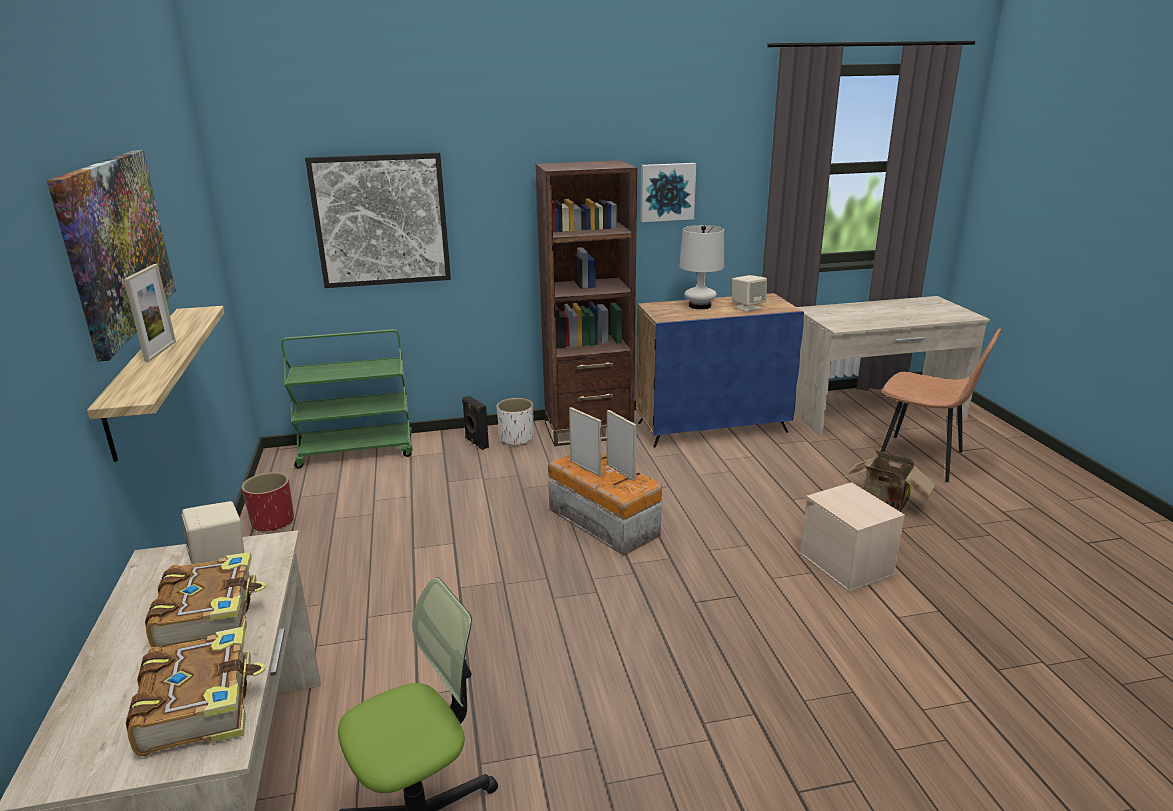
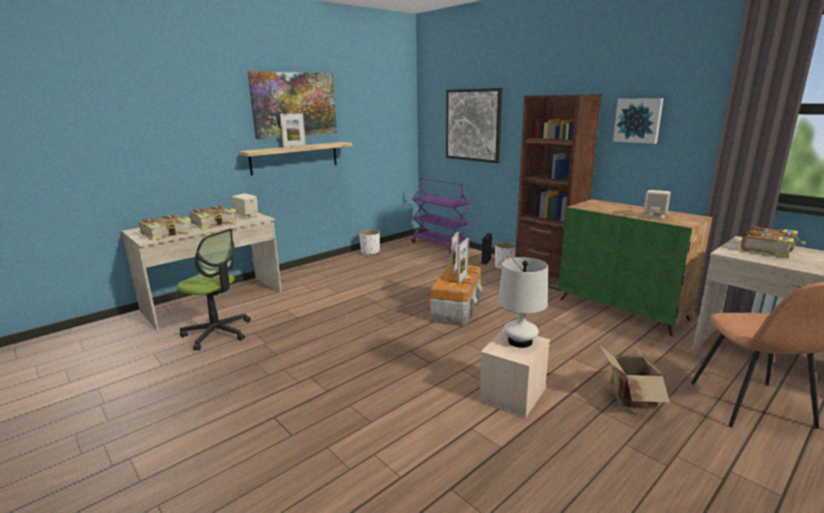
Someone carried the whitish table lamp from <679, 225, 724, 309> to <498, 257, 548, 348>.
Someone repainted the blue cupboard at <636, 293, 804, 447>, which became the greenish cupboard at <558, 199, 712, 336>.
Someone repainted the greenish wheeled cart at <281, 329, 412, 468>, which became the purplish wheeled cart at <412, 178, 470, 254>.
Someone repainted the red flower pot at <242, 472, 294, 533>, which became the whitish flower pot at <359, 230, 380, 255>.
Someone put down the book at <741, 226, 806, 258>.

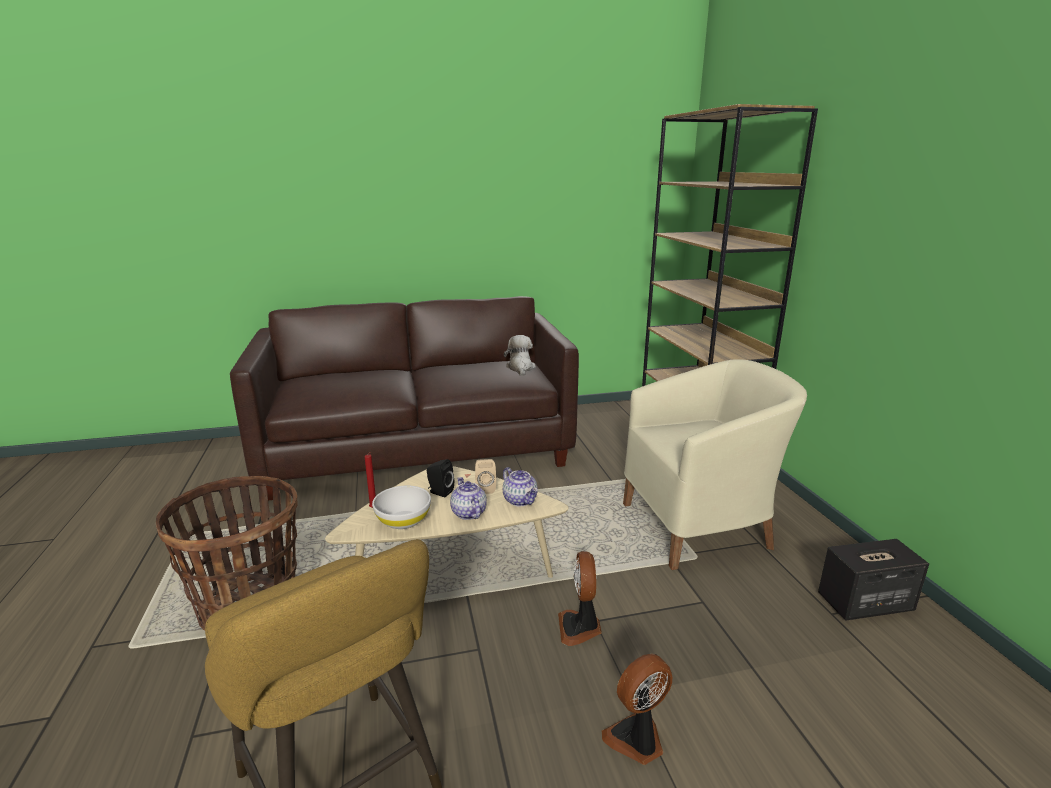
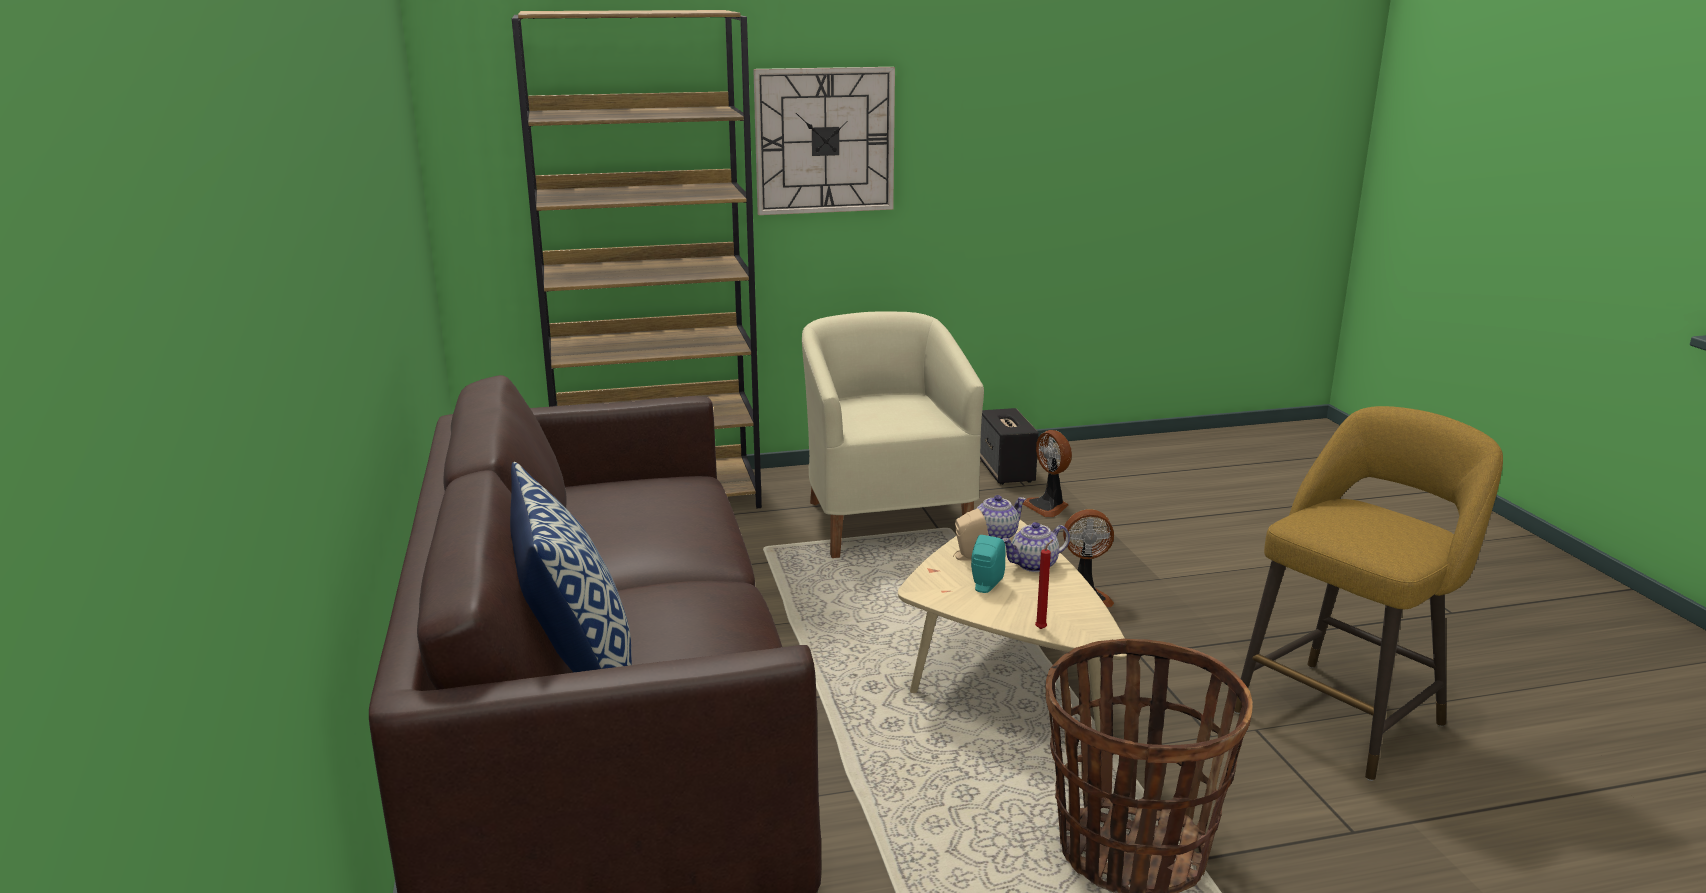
Someone took away the plush toy at <504, 335, 536, 376>.
Someone repainted the blackish loudspeaker at <427, 459, 454, 497>, which became the turquoise loudspeaker at <971, 535, 1006, 593>.
Someone took away the whitish deep dish at <372, 486, 431, 529>.
Someone carried the fan from <602, 654, 672, 765> to <1023, 430, 1072, 517>.
Someone put up the clock on the wall at <753, 67, 895, 215>.
Someone put down the cushion at <510, 462, 632, 672>.

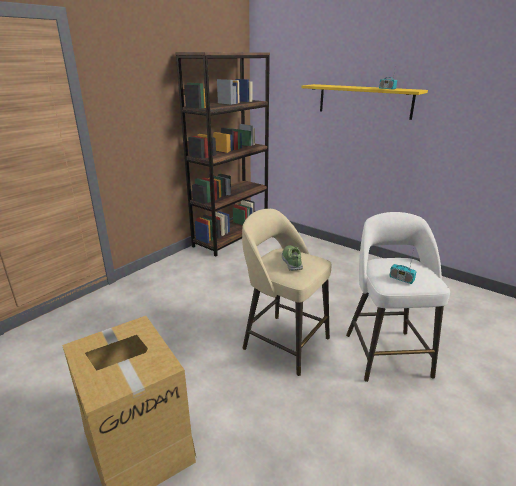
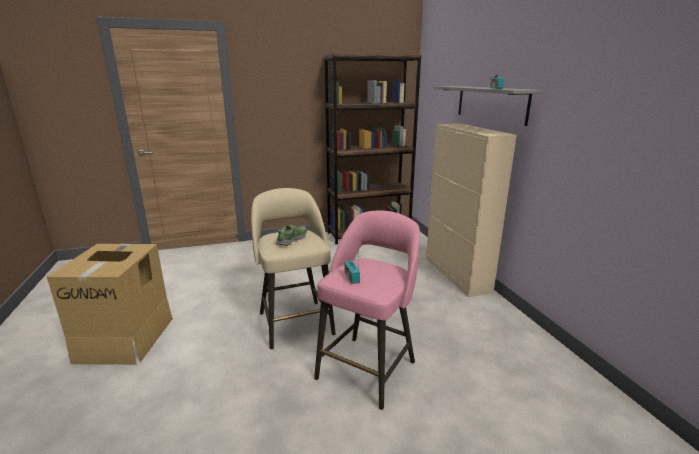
Someone repainted the yellowish wall shelf at <301, 84, 428, 120>, which became the gray wall shelf at <434, 86, 542, 126>.
Someone repainted the whitish stool seat at <346, 212, 450, 382>, which became the pink-coloured stool seat at <314, 211, 420, 410>.
Someone put down the sand-coloured cupboard at <426, 124, 517, 297>.

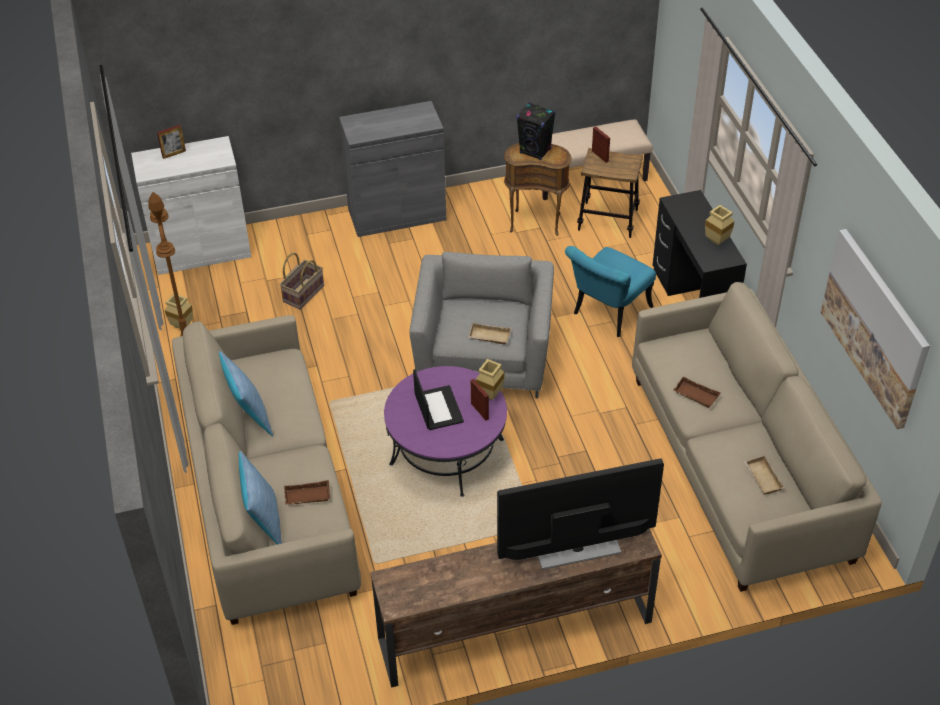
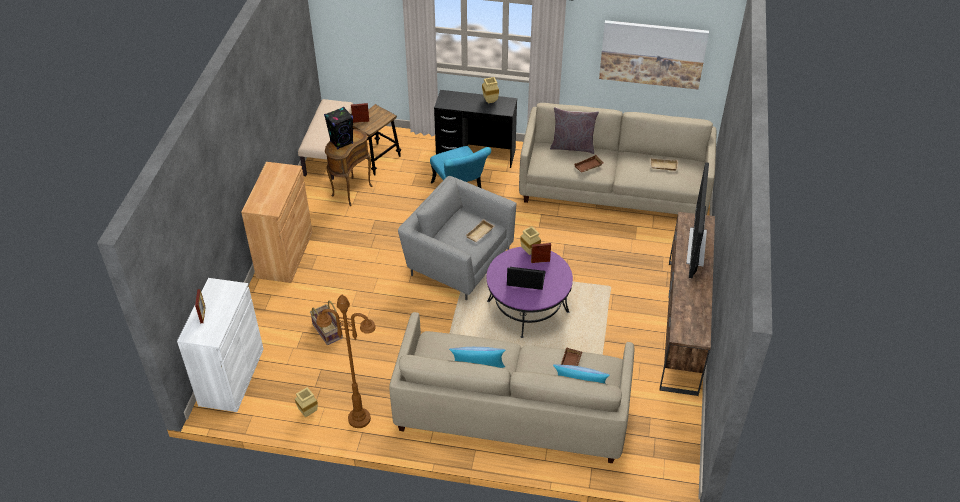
Someone repainted the gray cupboard at <339, 101, 447, 237>, which became the brown cupboard at <241, 162, 313, 283>.
Someone put down the gray cushion at <550, 107, 599, 154>.

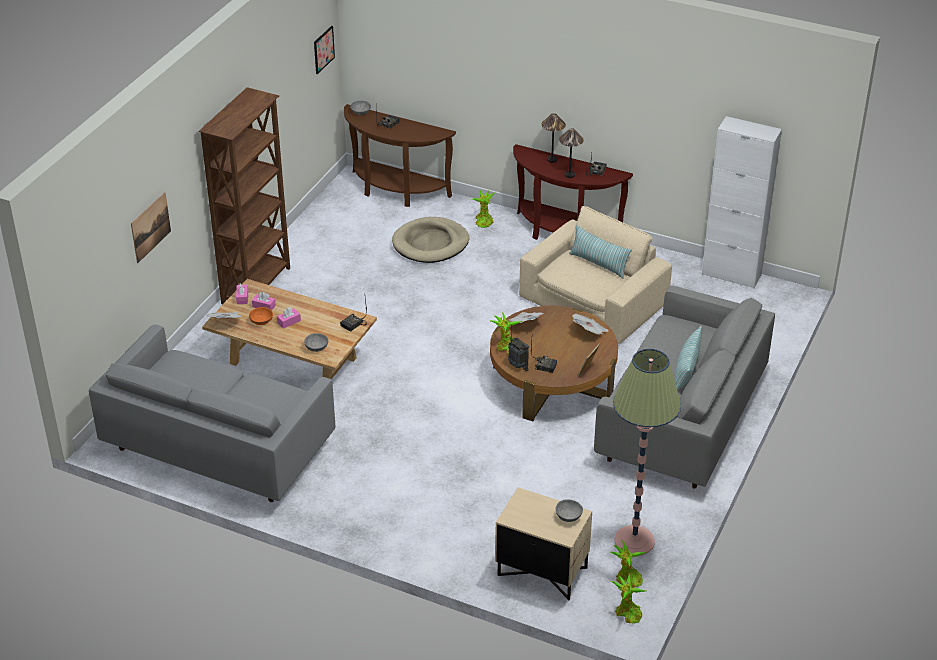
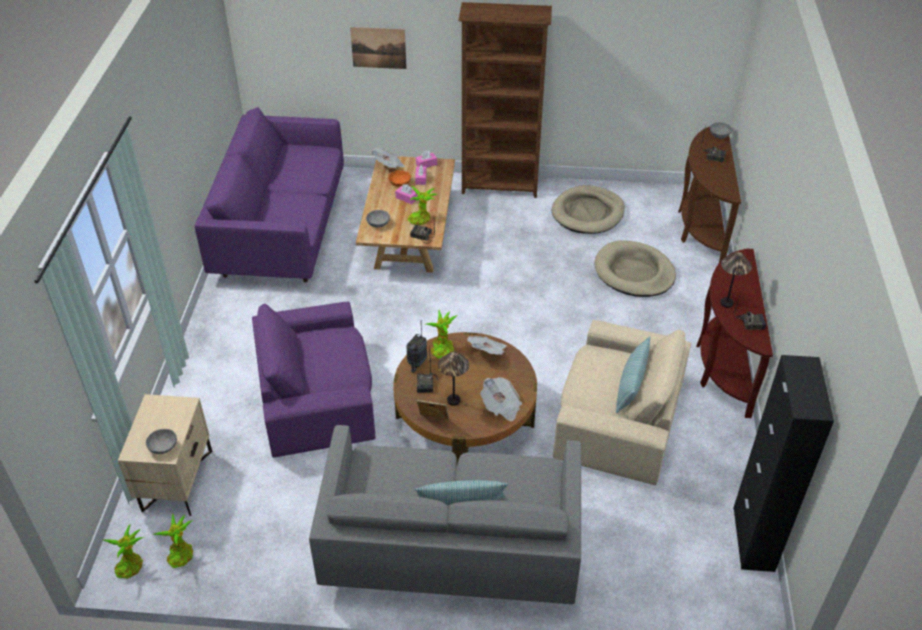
Someone took away the wall picture at <314, 26, 335, 74>.
Someone carried the table lamp from <541, 113, 566, 163> to <438, 352, 469, 406>.
Someone repainted the whitish cupboard at <702, 116, 782, 289>, which became the blackish cupboard at <733, 355, 834, 572>.
Someone carried the plant in a pot from <472, 190, 495, 228> to <408, 185, 438, 225>.
Someone repainted the gray settee at <89, 324, 335, 502>, which became the purplish settee at <194, 107, 344, 282>.
Someone took away the standing lamp at <613, 349, 681, 556>.
Someone put down the sand-coloured pet bed at <552, 185, 625, 234>.
Someone put down the purplish easy chair at <252, 301, 376, 458>.

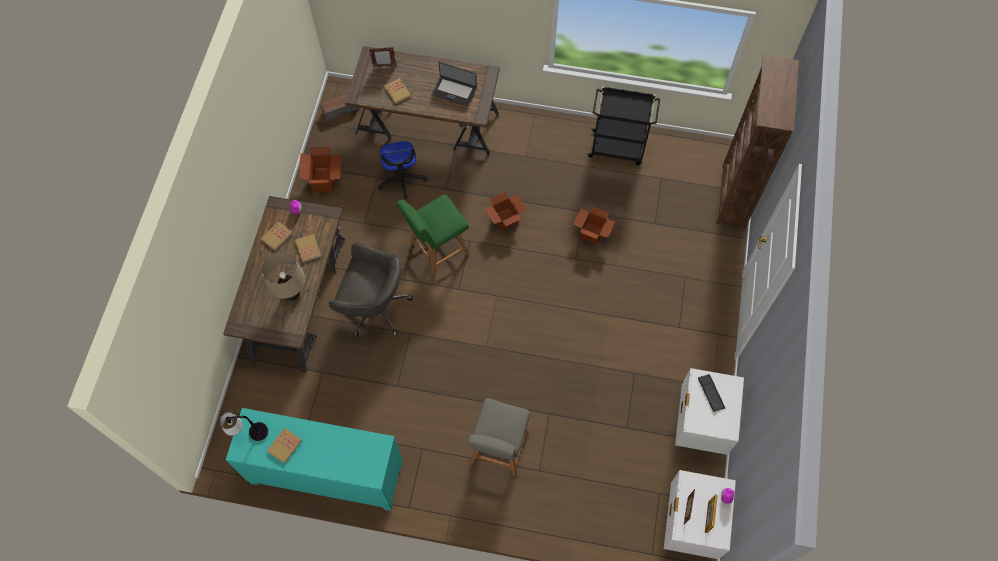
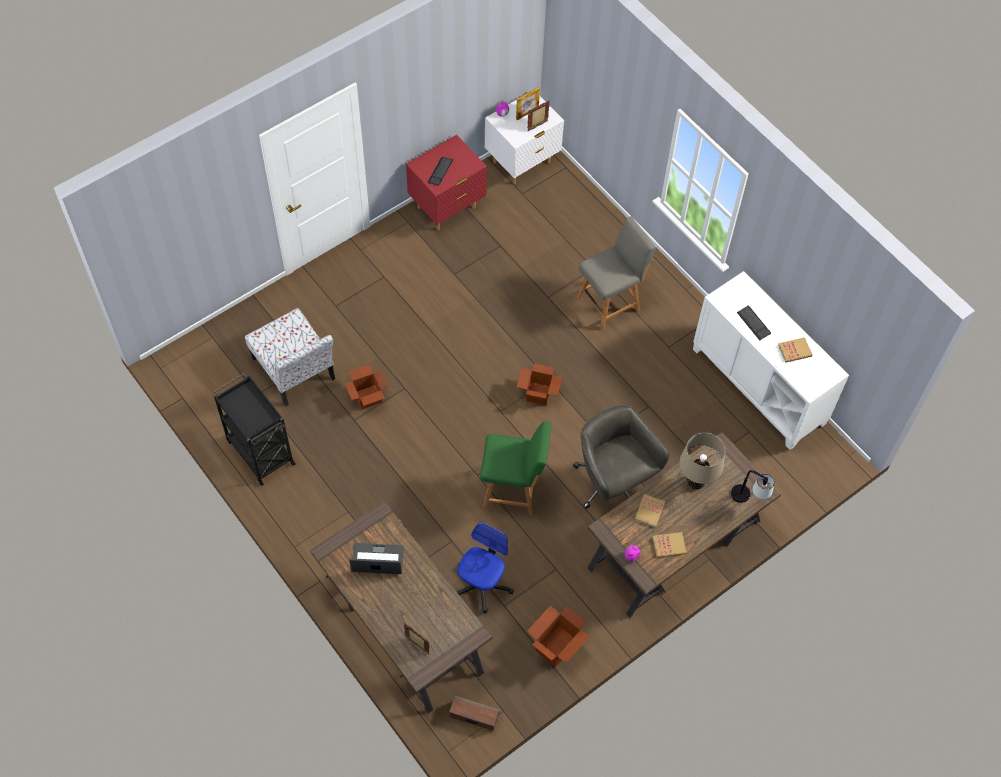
Someone took away the brown bookcase at <716, 55, 799, 229>.
Someone rotated the notebook computer at <431, 62, 477, 107> by 60 degrees counterclockwise.
Someone took away the book at <384, 78, 411, 104>.
Someone carried the cardboard box from <485, 192, 526, 231> to <517, 363, 563, 406>.
Someone repainted the whitish nightstand at <675, 368, 744, 455>, which became the red nightstand at <406, 135, 487, 230>.
Someone repainted the turquoise cupboard at <226, 408, 402, 511>, which became the whitish cupboard at <693, 271, 849, 450>.
Someone carried the table lamp from <219, 412, 268, 441> to <731, 470, 775, 503>.
Someone put down the keyboard at <737, 305, 771, 340>.
Someone put down the chair at <245, 308, 335, 406>.

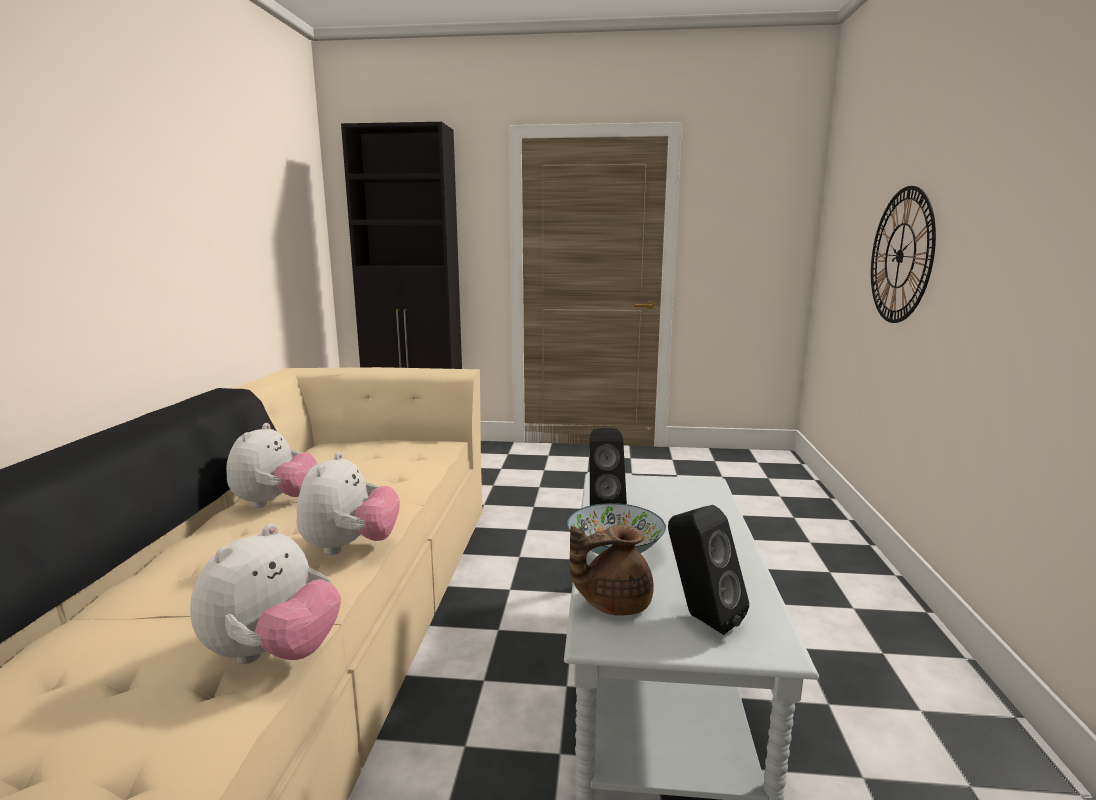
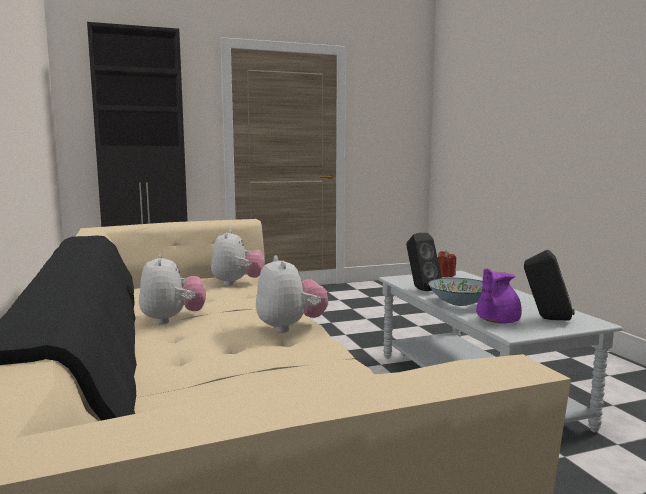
Someone took away the clock on the wall at <871, 186, 936, 323>.
Someone carried the plush toy from <190, 524, 341, 664> to <211, 230, 264, 286>.
Someone repainted the brown pot for tea at <570, 525, 654, 616>, which became the purplish pot for tea at <476, 269, 522, 324>.
Someone put down the red wax light at <438, 251, 456, 277>.

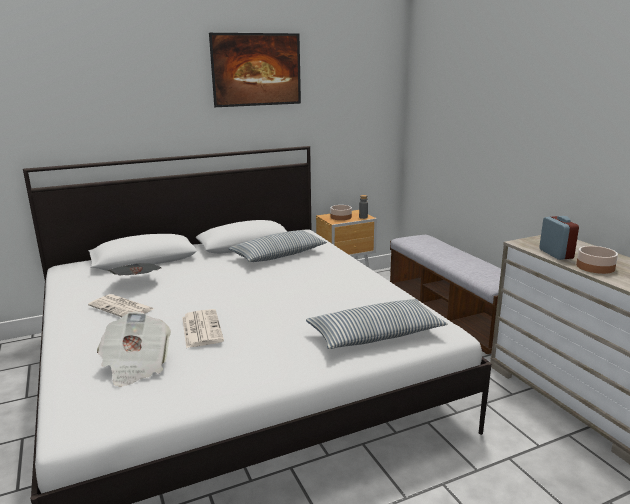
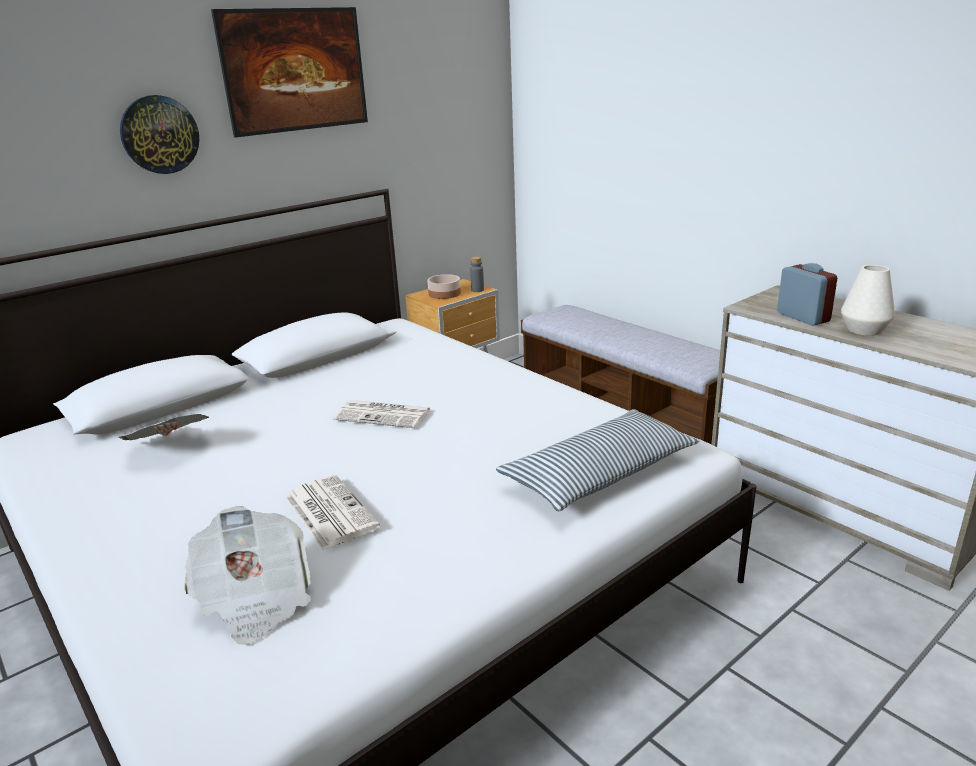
Someone took away the cushion at <228, 230, 327, 262>.
Someone swapped the deep dish at <576, 246, 618, 274> for the whitish decorative vase at <841, 265, 895, 336>.
Someone carried the daily paper from <88, 294, 154, 317> to <333, 400, 431, 428>.
Someone put up the clock on the wall at <120, 95, 199, 174>.

